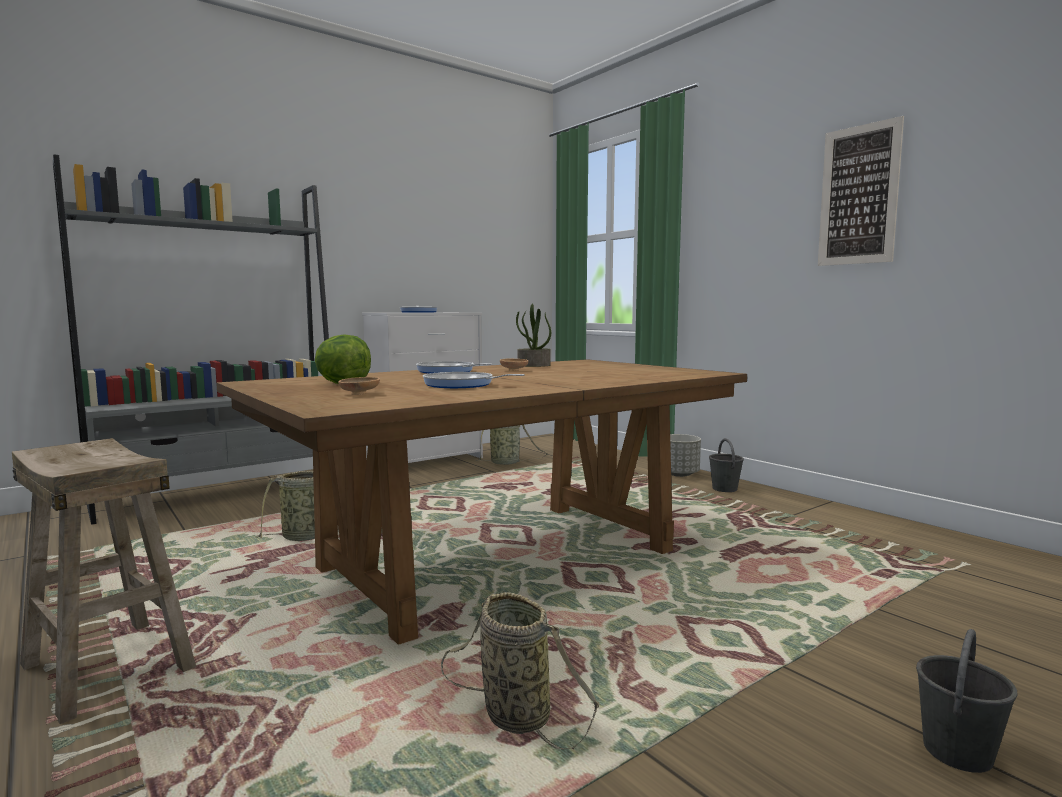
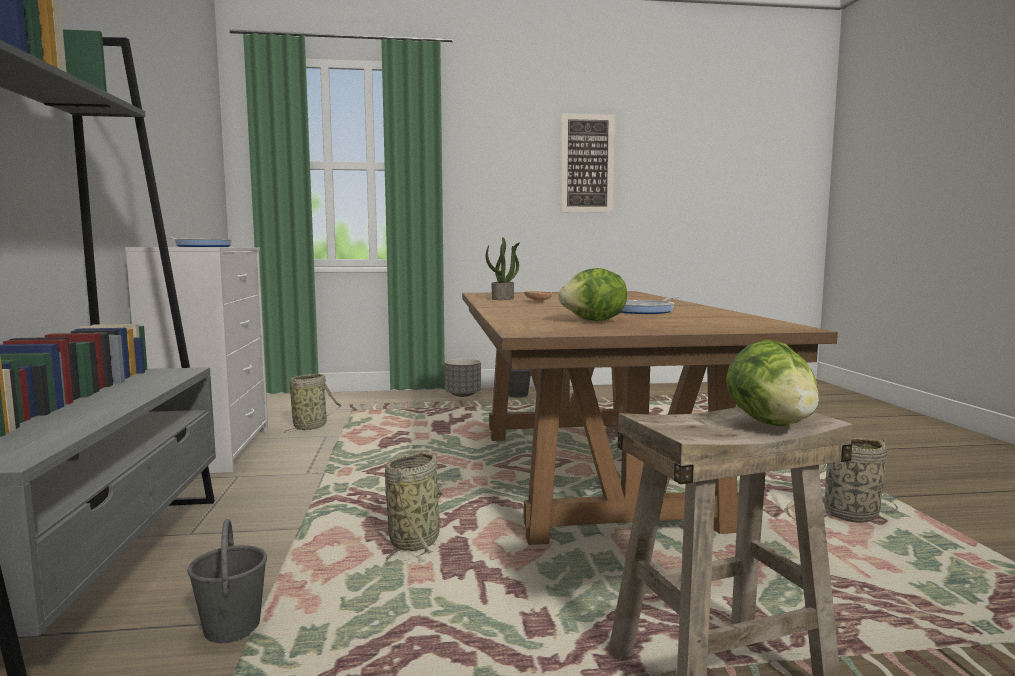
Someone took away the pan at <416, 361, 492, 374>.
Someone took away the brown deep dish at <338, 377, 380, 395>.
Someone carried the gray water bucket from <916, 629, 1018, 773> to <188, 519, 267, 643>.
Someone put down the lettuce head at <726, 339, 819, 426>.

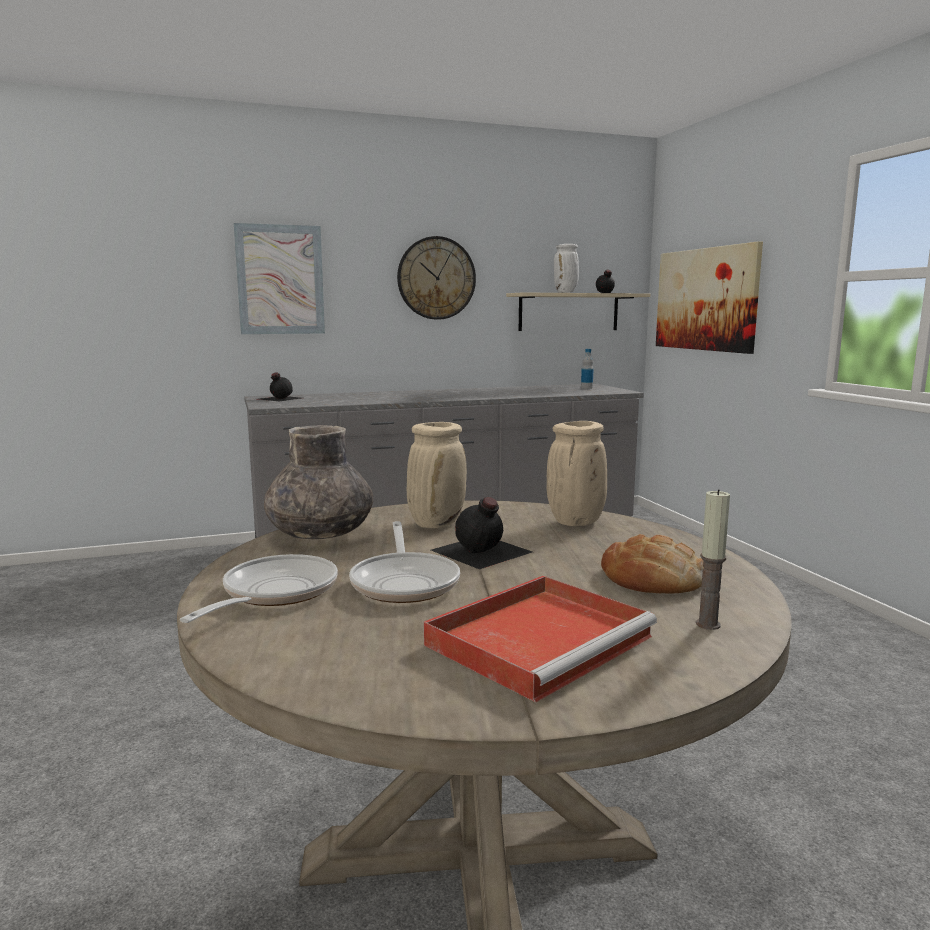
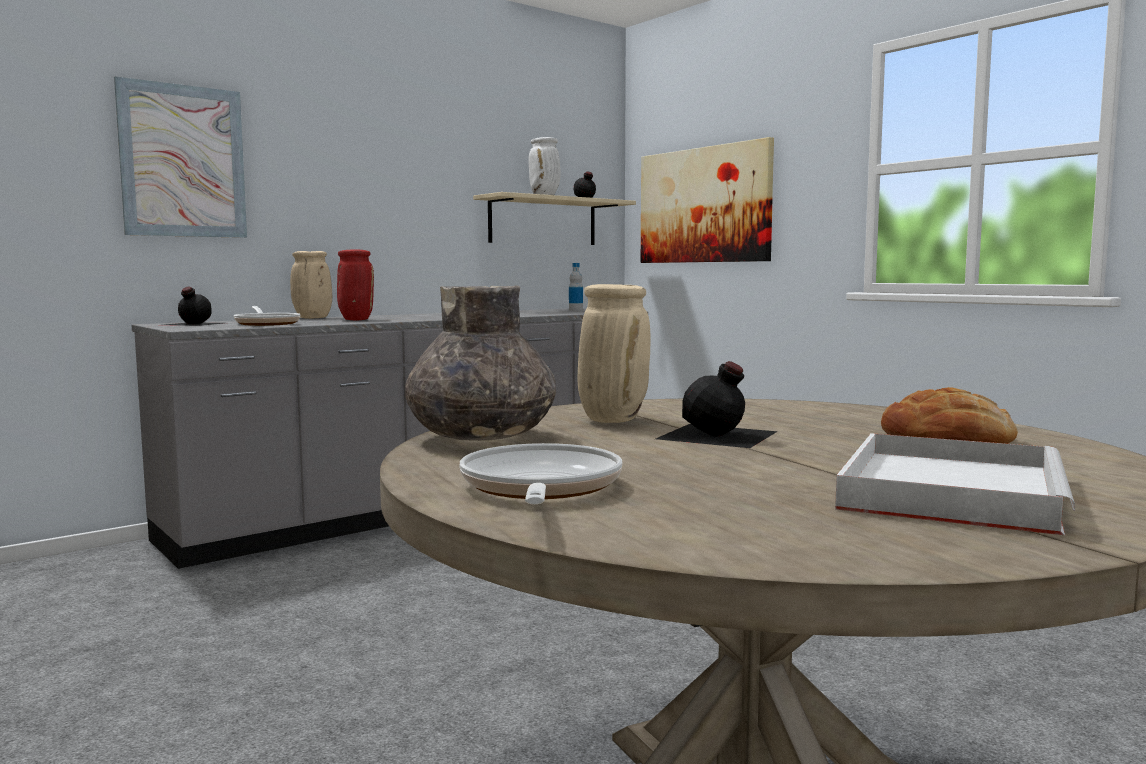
Someone took away the clock on the wall at <397, 236, 476, 320>.
Someone carried the sand-coloured decorative vase from <547, 421, 607, 526> to <290, 251, 332, 319>.
Someone took away the wax light at <696, 489, 730, 630>.
Someone carried the pan from <349, 521, 460, 603> to <234, 306, 300, 326>.
Someone repainted the red carrying tray at <424, 576, 657, 702>, which became the whitish carrying tray at <835, 433, 1075, 536>.
Someone put down the red decorative vase at <337, 249, 374, 320>.

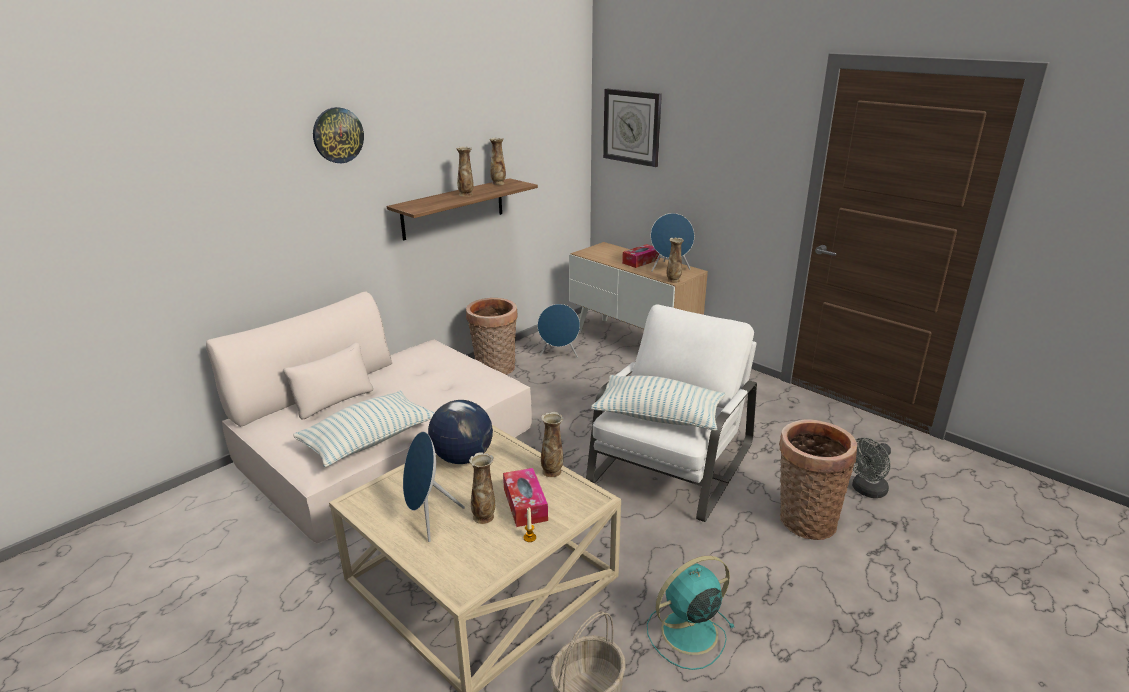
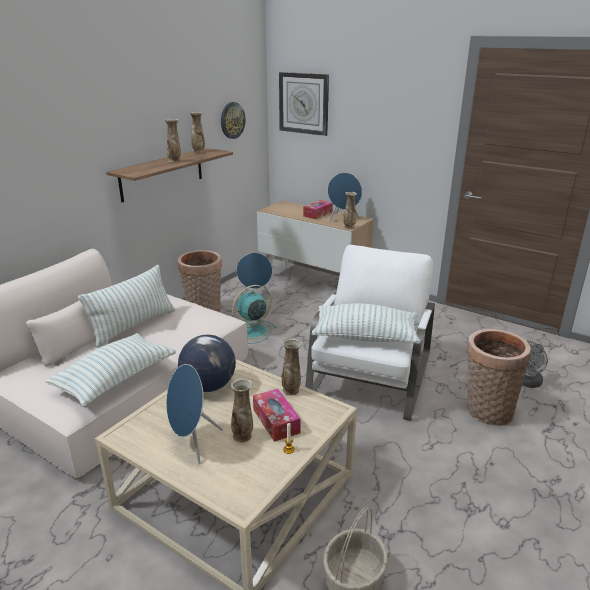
Someone carried the clock on the wall from <313, 107, 364, 163> to <221, 102, 245, 139>.
Someone carried the turquoise fan from <647, 556, 735, 670> to <232, 285, 276, 344>.
Someone put down the cushion at <78, 265, 175, 348>.

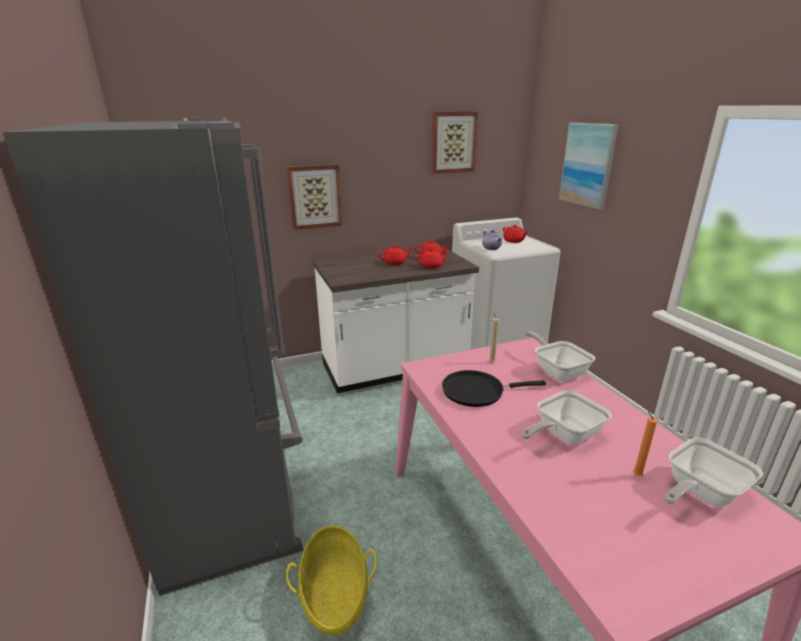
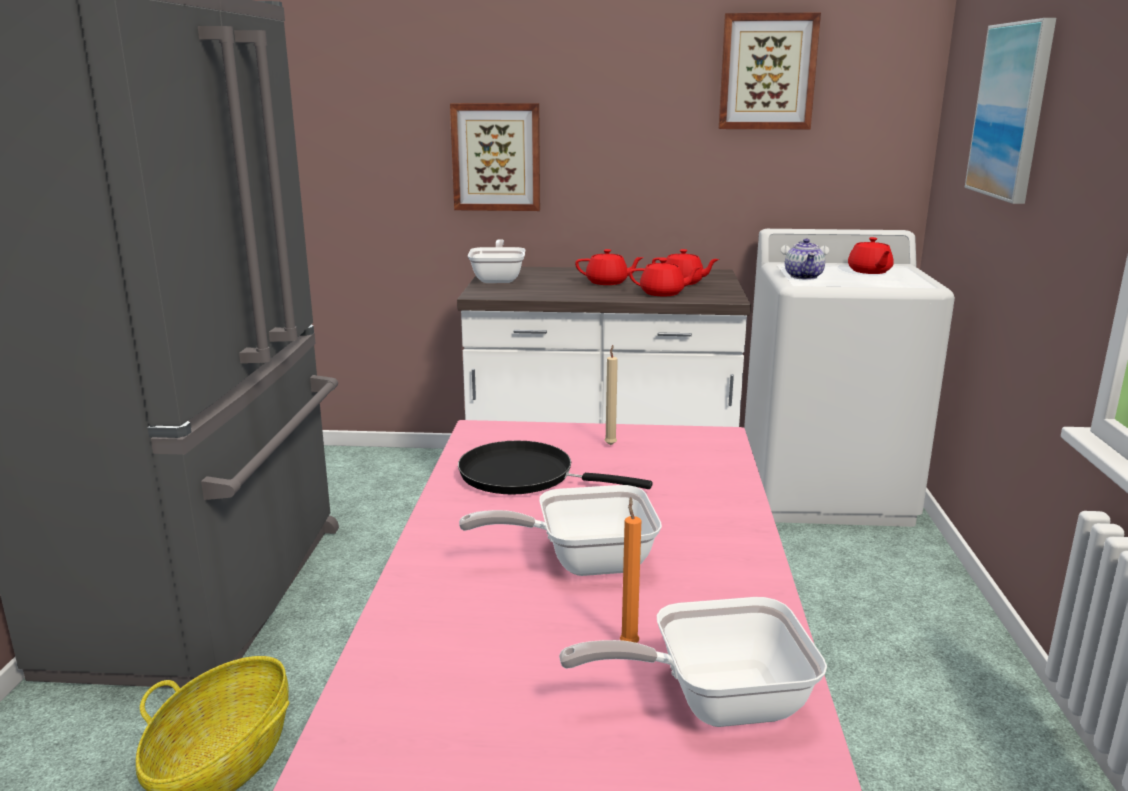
Someone carried the pan from <525, 331, 595, 381> to <468, 239, 526, 283>.

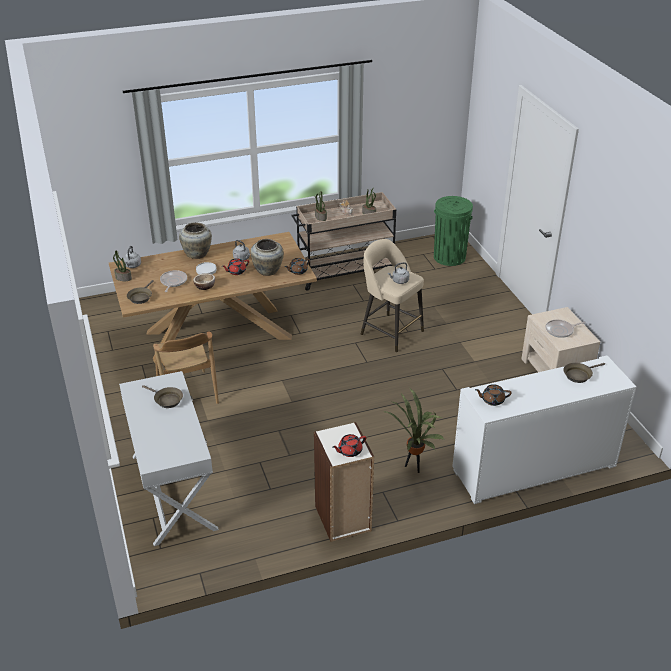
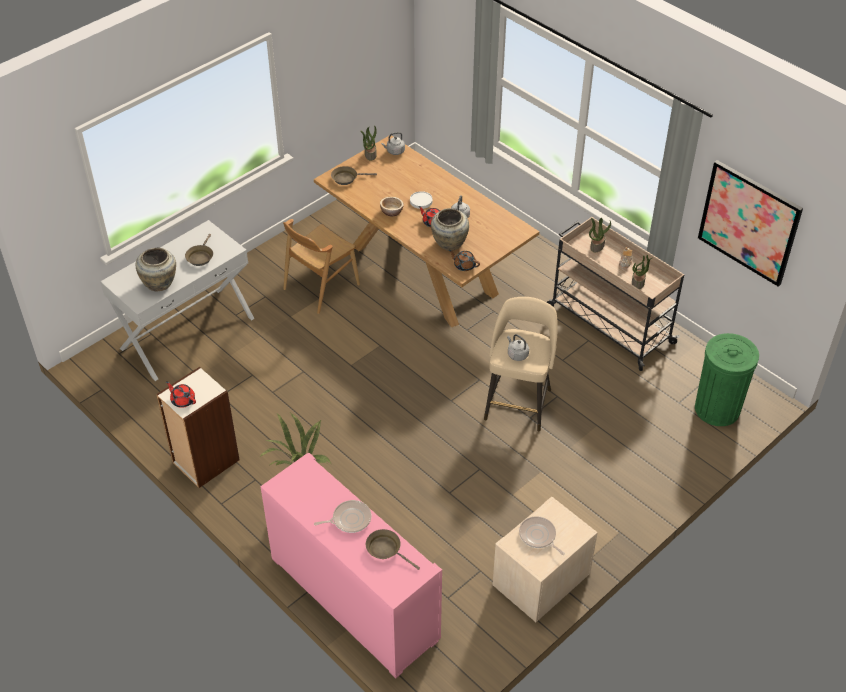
Someone carried the sand-coloured decorative vase from <179, 222, 212, 259> to <136, 248, 176, 291>.
Someone carried the pan from <160, 270, 187, 292> to <314, 500, 371, 533>.
Someone repainted the whitish cupboard at <452, 355, 636, 504>, which became the pink-coloured cupboard at <260, 452, 442, 678>.
Someone took away the brown pot for tea at <475, 384, 512, 406>.
Someone put up the wall picture at <698, 160, 803, 287>.

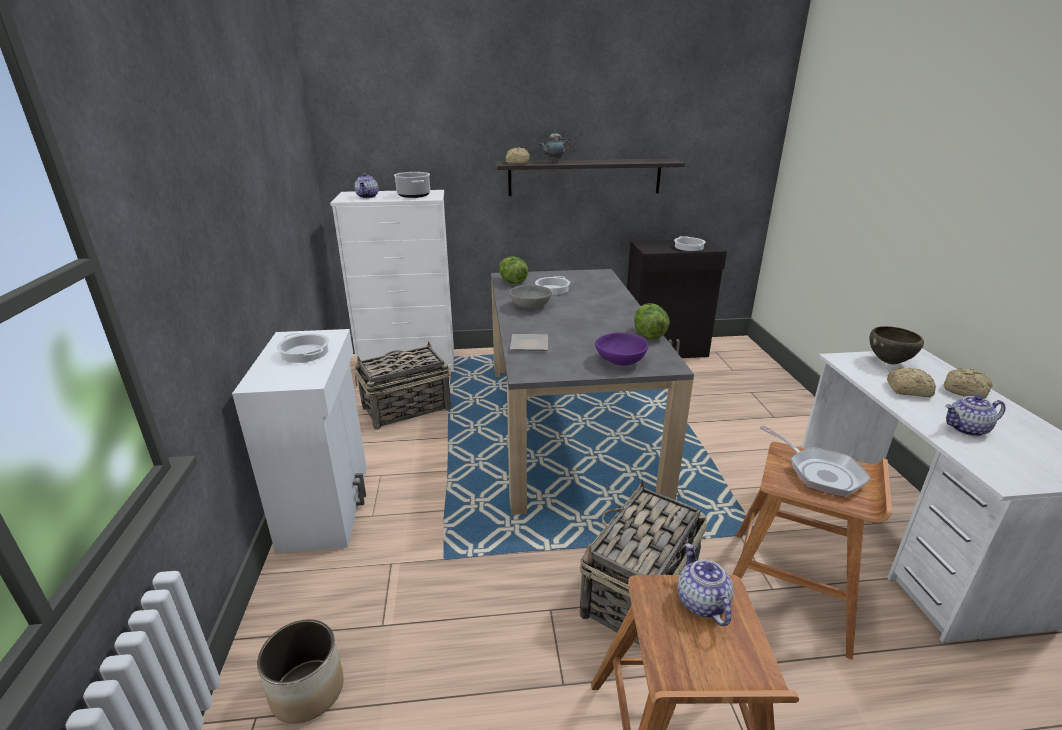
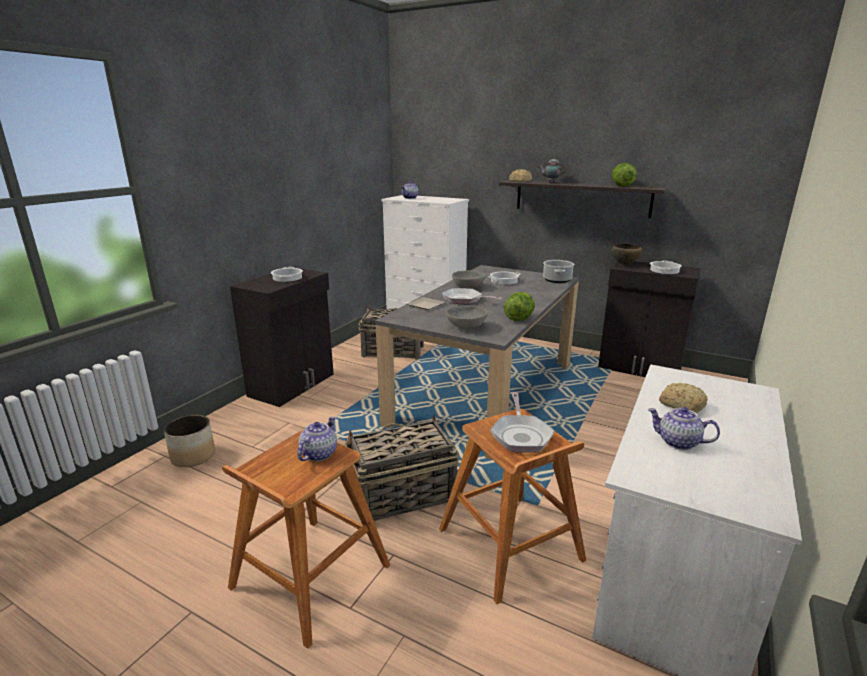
Someone carried the saucepot from <394, 172, 430, 198> to <543, 260, 574, 283>.
Someone carried the lettuce head from <499, 256, 529, 284> to <612, 163, 637, 187>.
Someone carried the brown deep dish from <869, 326, 924, 365> to <612, 244, 642, 266>.
Someone repainted the whitish cupboard at <232, 329, 367, 553>, which became the blackish cupboard at <230, 267, 334, 407>.
Someone repainted the purplish deep dish at <595, 333, 649, 366>, which became the gray deep dish at <446, 305, 488, 329>.
Someone took away the bakery bread at <944, 368, 993, 399>.
Someone put down the pan at <442, 288, 502, 304>.

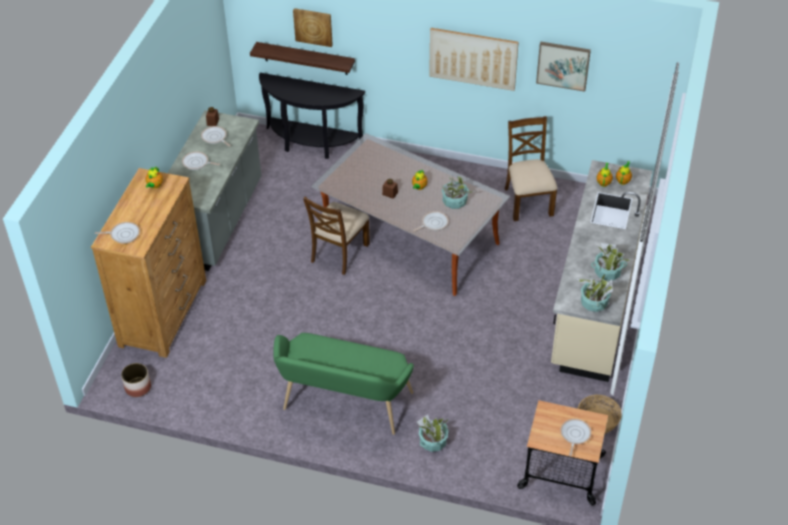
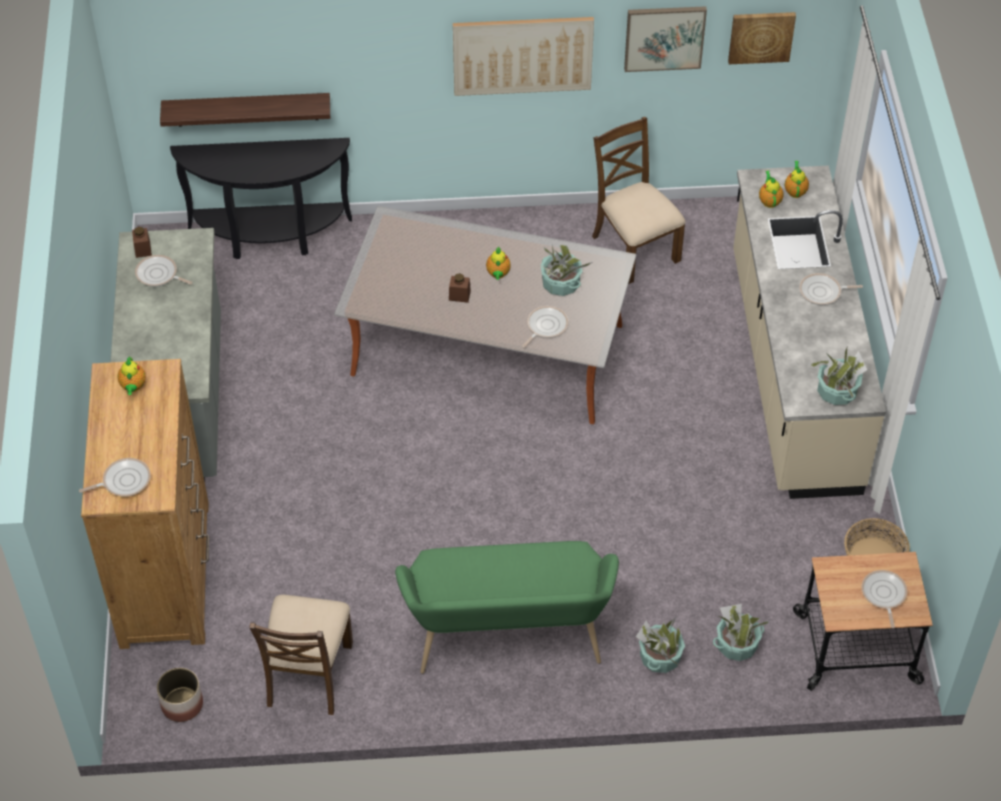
Someone carried the wall picture from <293, 8, 333, 47> to <728, 12, 796, 64>.
Someone carried the pan from <182, 152, 220, 170> to <799, 273, 863, 305>.
Someone carried the brown chair from <303, 197, 370, 275> to <249, 595, 353, 715>.
Someone carried the plant in a pot from <591, 243, 631, 281> to <713, 604, 770, 661>.

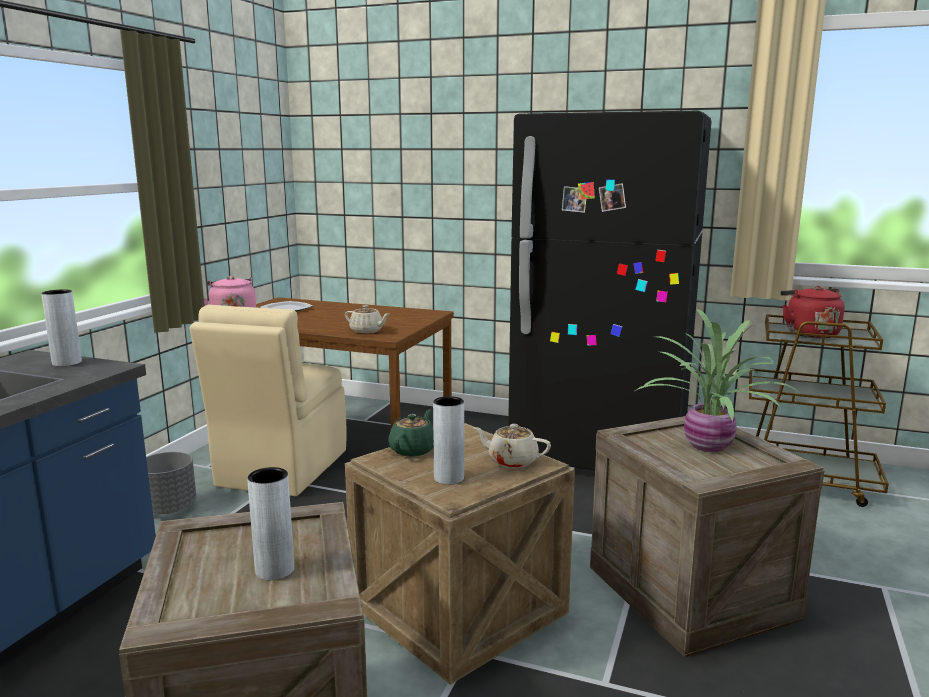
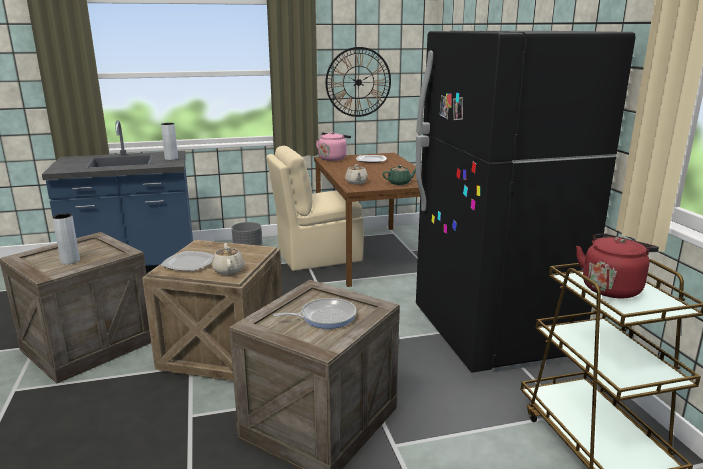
Someone swapped the plant in a pot at <635, 309, 796, 452> for the pan at <273, 298, 356, 329>.
Someone swapped the gray decorative vase at <433, 396, 464, 485> for the flat dish at <161, 251, 214, 271>.
Someone carried the greenish pot for tea from <388, 409, 434, 457> to <383, 165, 416, 185>.
Someone put up the clock on the wall at <326, 47, 391, 117>.

